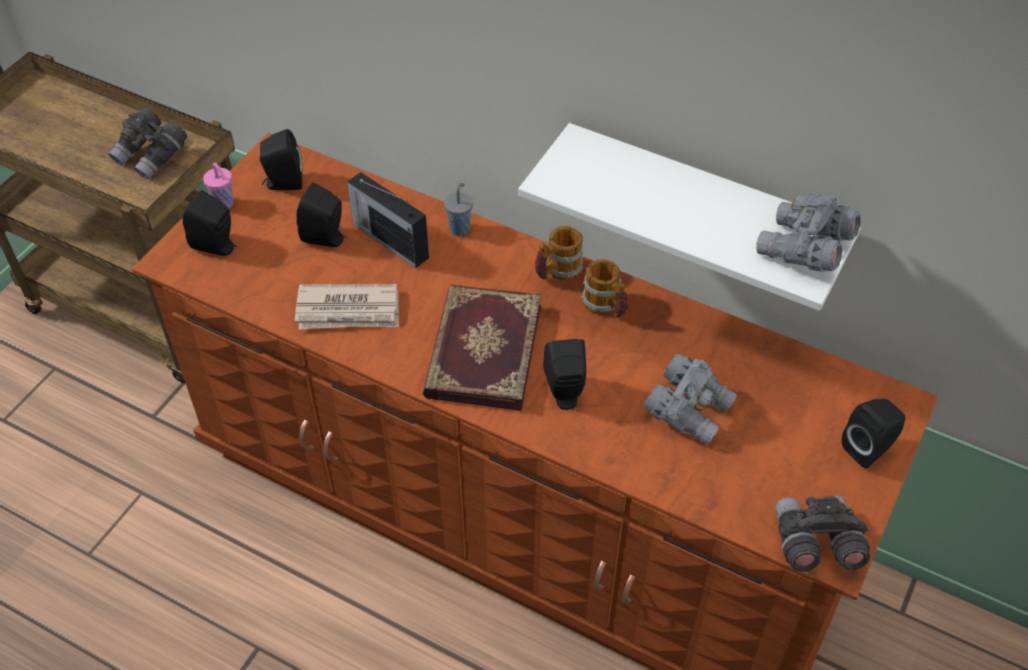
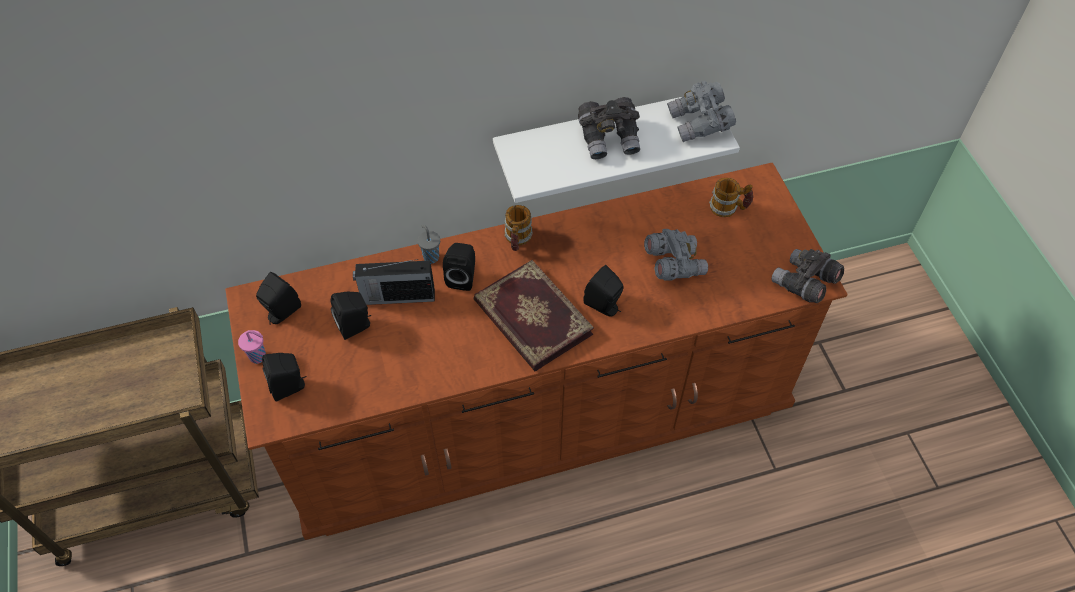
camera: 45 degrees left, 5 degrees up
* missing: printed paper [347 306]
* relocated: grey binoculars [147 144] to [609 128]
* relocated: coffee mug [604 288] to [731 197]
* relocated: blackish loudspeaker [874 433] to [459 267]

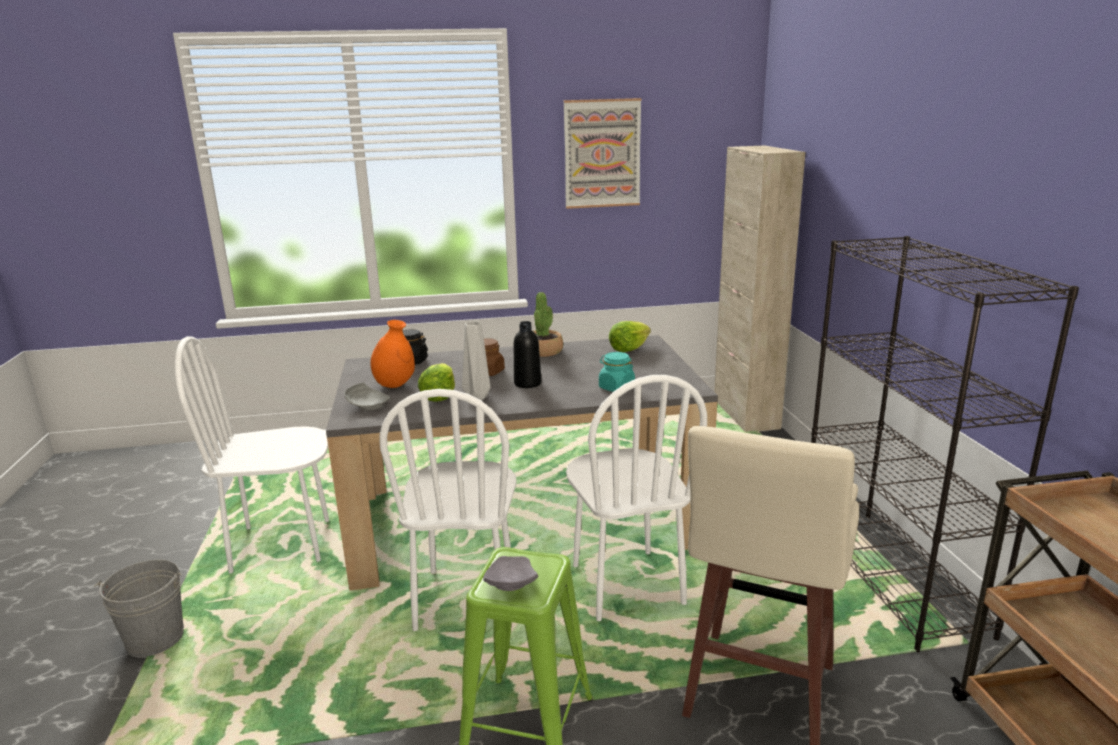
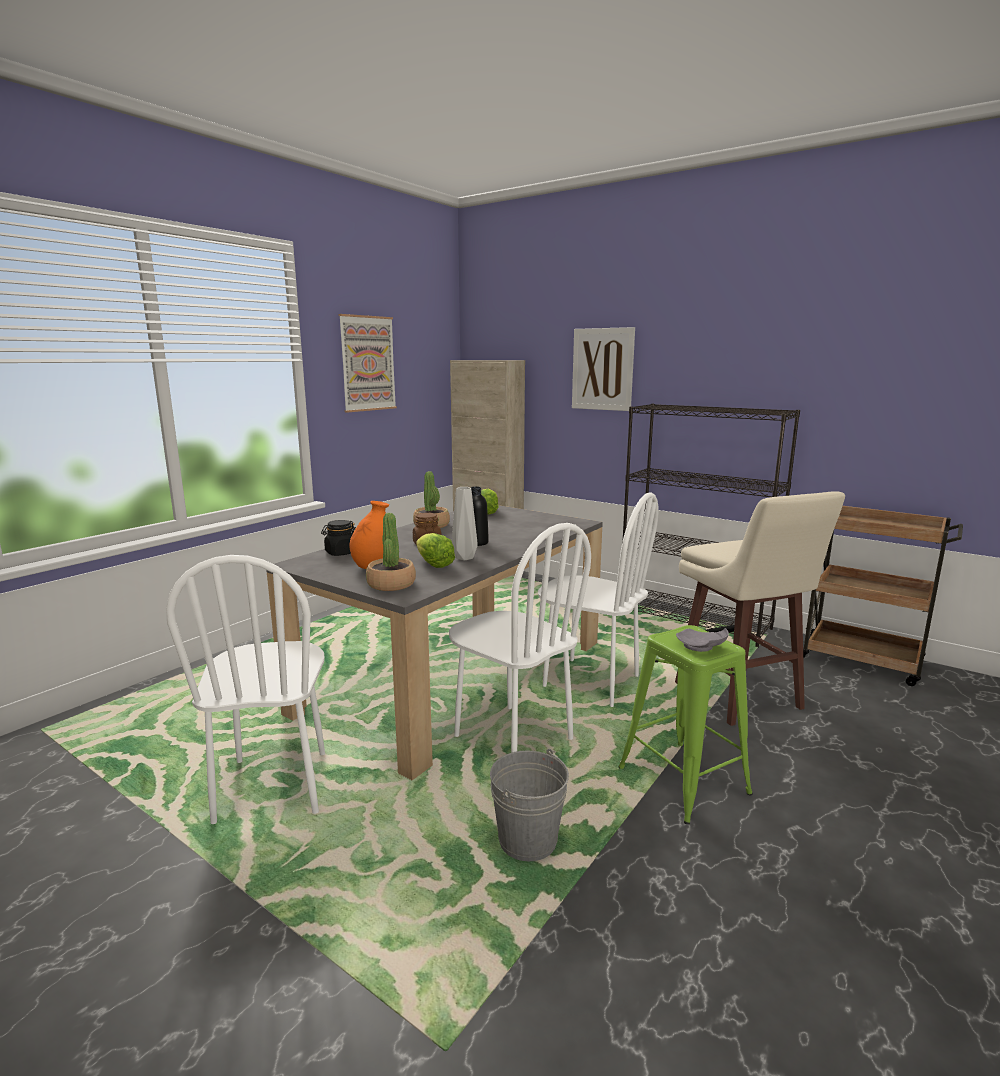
camera: 45 degrees left, 5 degrees down
* missing: turquoise-coloured preserve jar [617 372]
* appeared: wall picture [603 369]
* relocated: grey pail [139 608] to [529 805]
* exchanged: grey flat dish [367 396] to houseplant [391 552]
* spun: white-coloured plain chair [252 455] = [245 689] 45 degrees counterclockwise

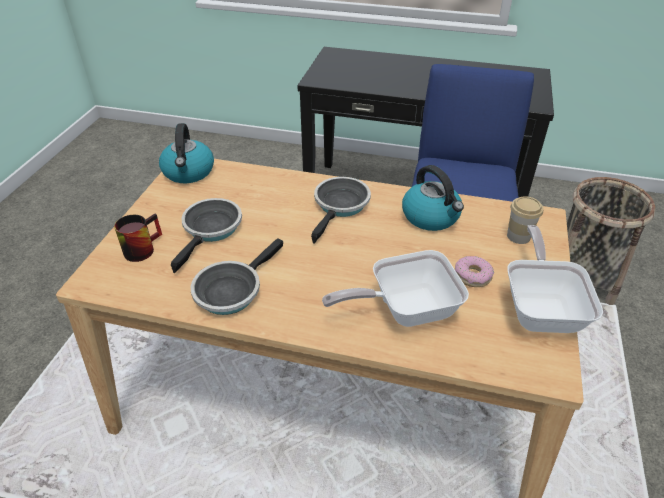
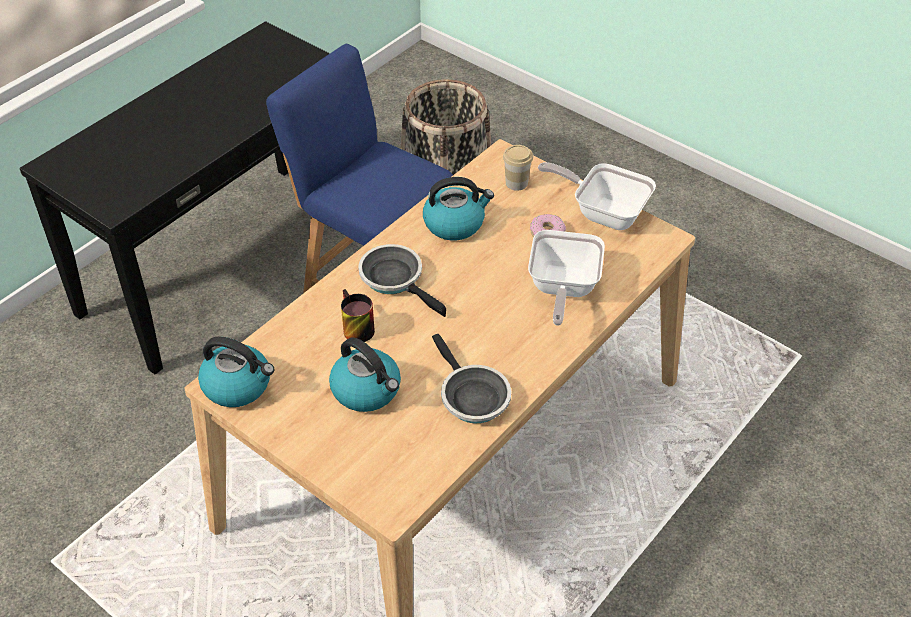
camera: 65 degrees left, 5 degrees up
* relocated: coffee mug [138 238] to [358 315]
* exchanged: pan [206 235] to kettle [365 374]

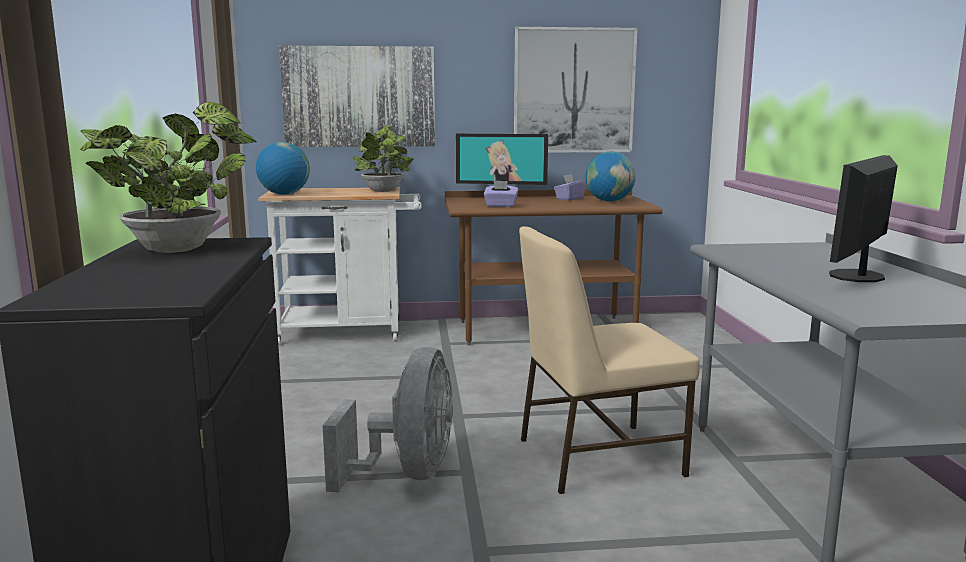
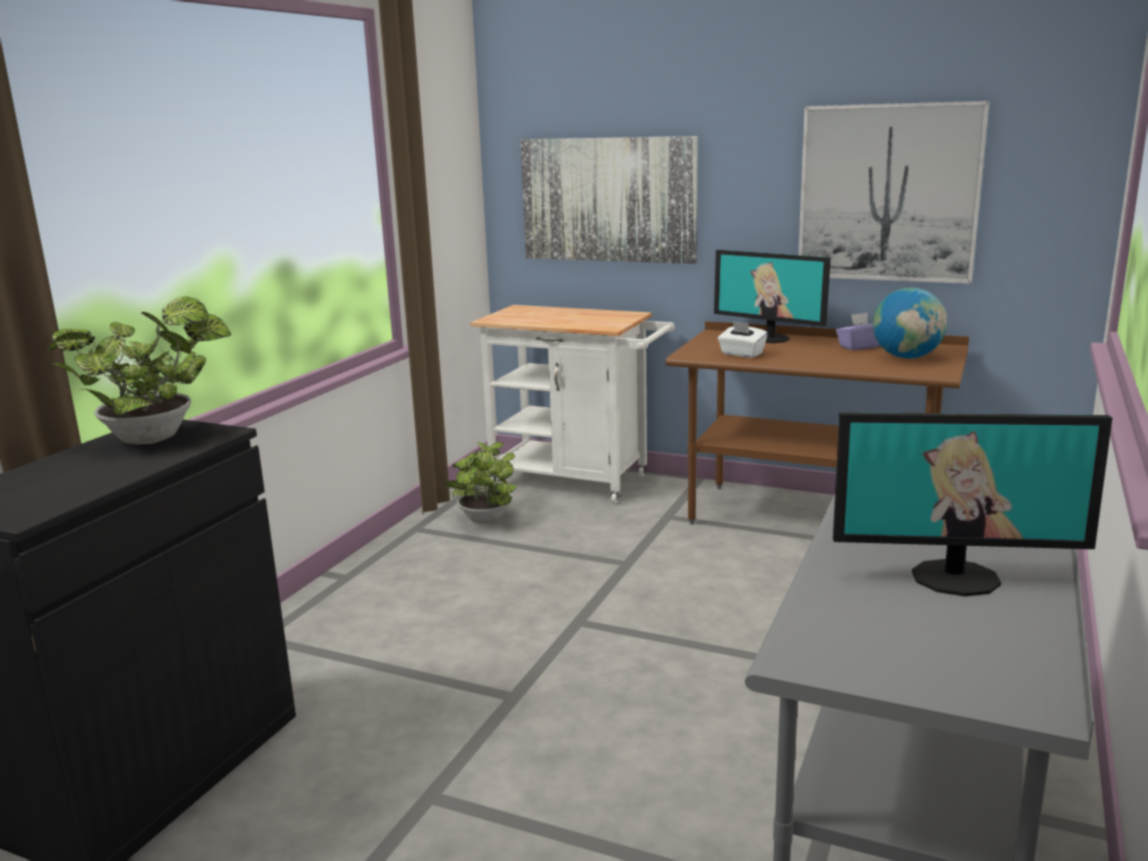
camera: 30 degrees right, 5 degrees up
* missing: world globe [283 168]
* missing: grey cooling fan [388 420]
* missing: sand-coloured plain chair [609 360]
* relocated: houseplant [383 158] to [481 482]
* colour: purple tissue holder [501 193] to white-coloured tissue holder [743 339]
* spun: computer screen [863 218] = [972 504] 150 degrees counterclockwise

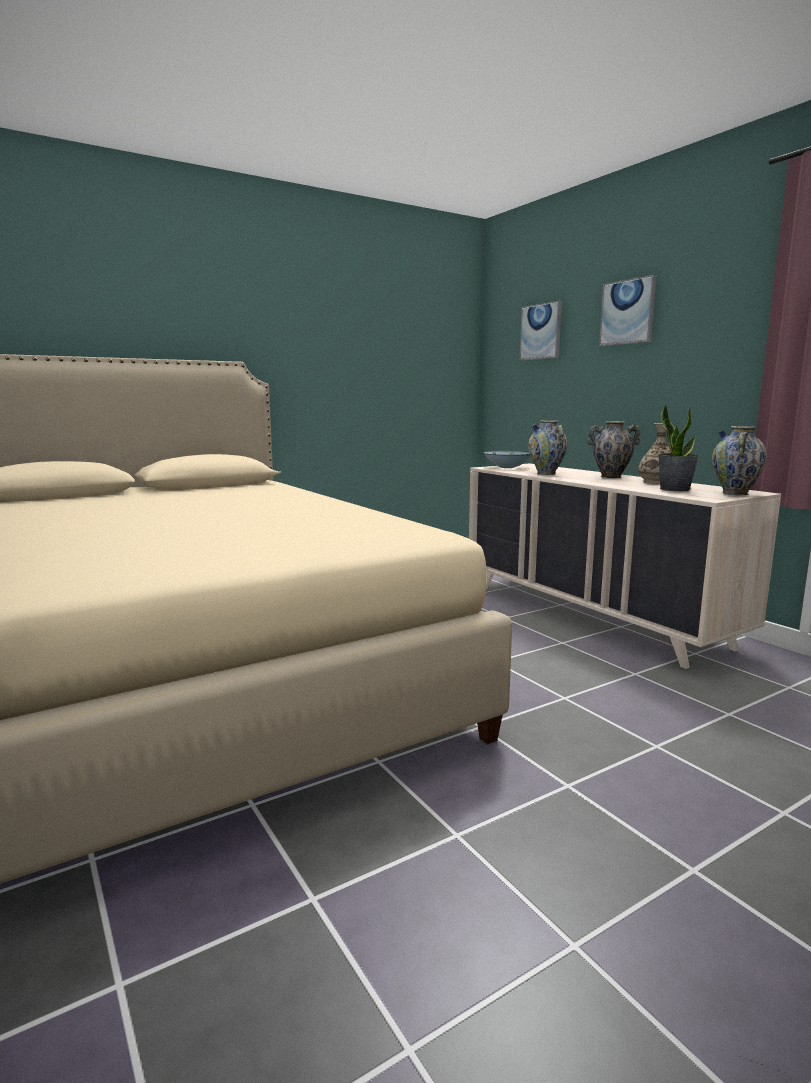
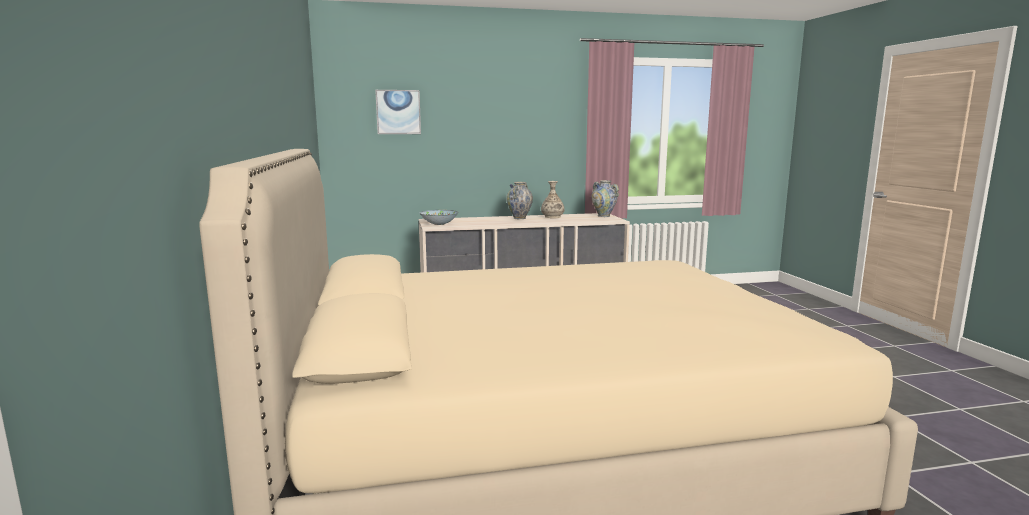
camera: 70 degrees left, 0 degrees up
* missing: vase [548 447]
* missing: wall picture [628 310]
* missing: houseplant [678 447]

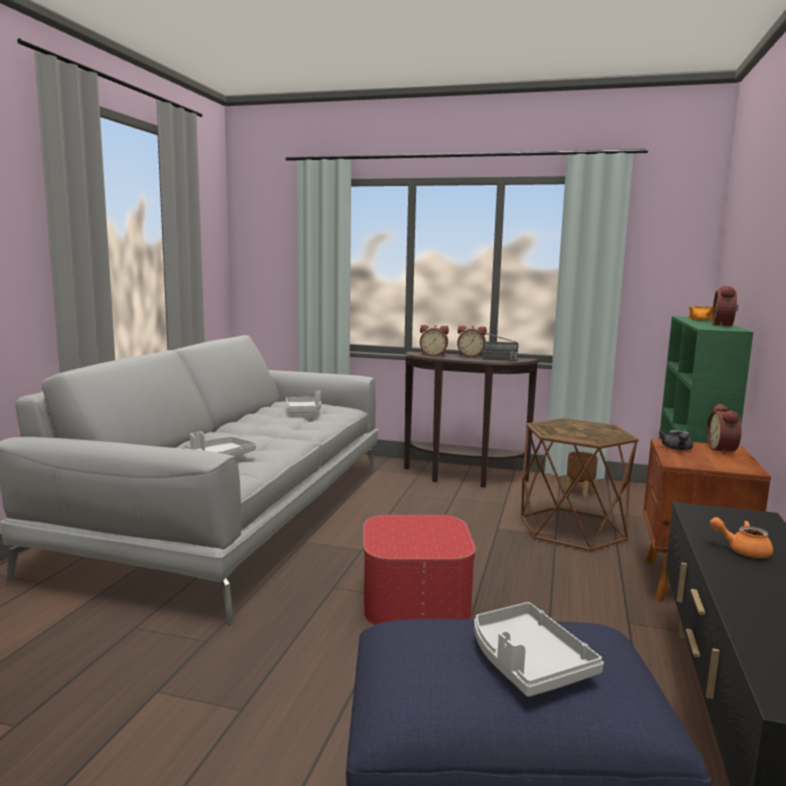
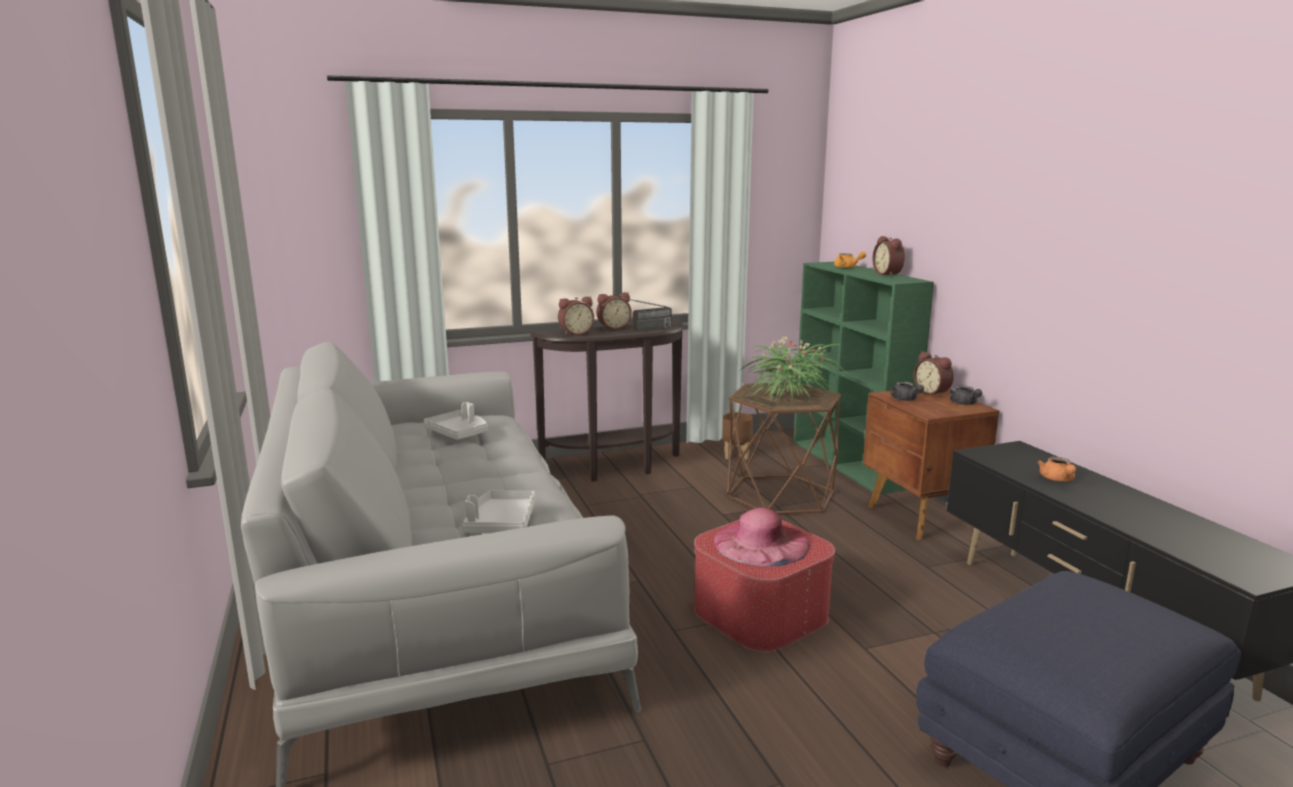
camera: 35 degrees left, 5 degrees up
* missing: grey carrying tray [539 649]
* appeared: pinkish hat [762 537]
* appeared: houseplant [792 368]
* appeared: grey tea pot [965 395]
* spun: orangey tea pot [741 537] = [1056 469] 75 degrees counterclockwise

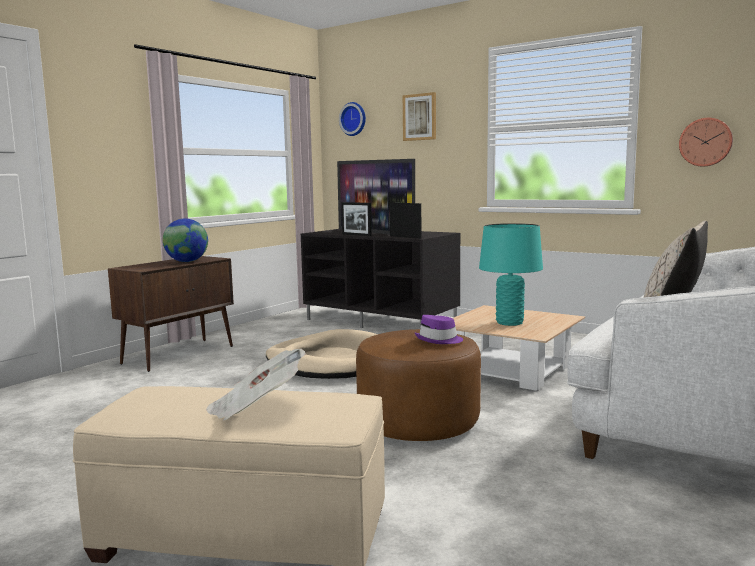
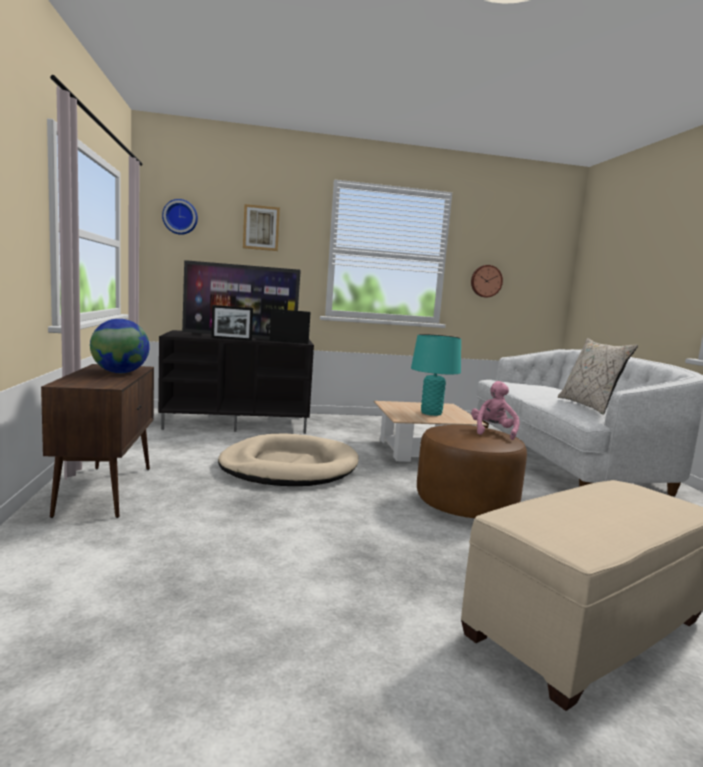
camera: 45 degrees left, 0 degrees up
* missing: printed paper [256 385]
* exchanged: purple hat [438 329] to pinkish plush toy [495 410]

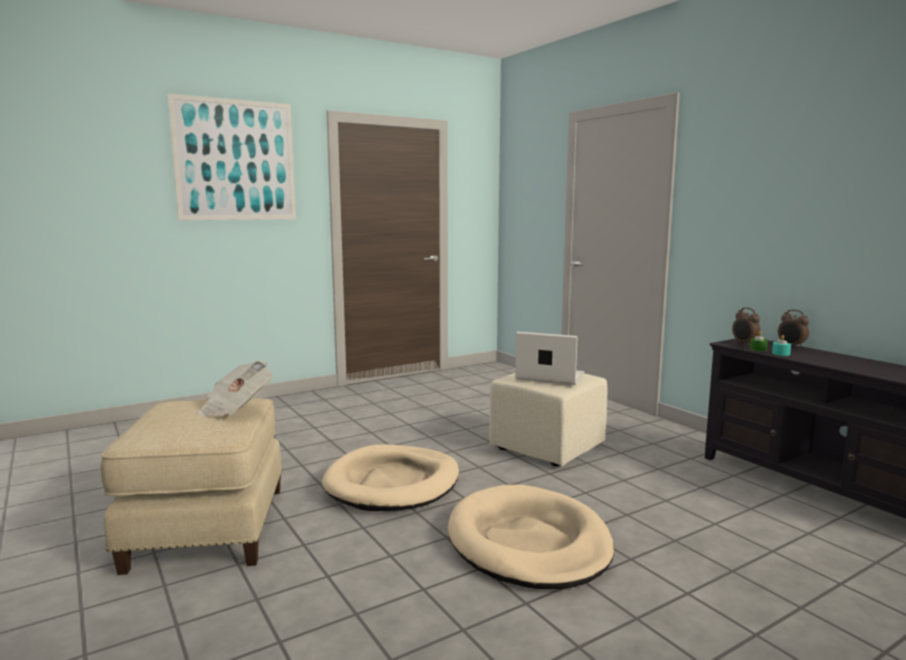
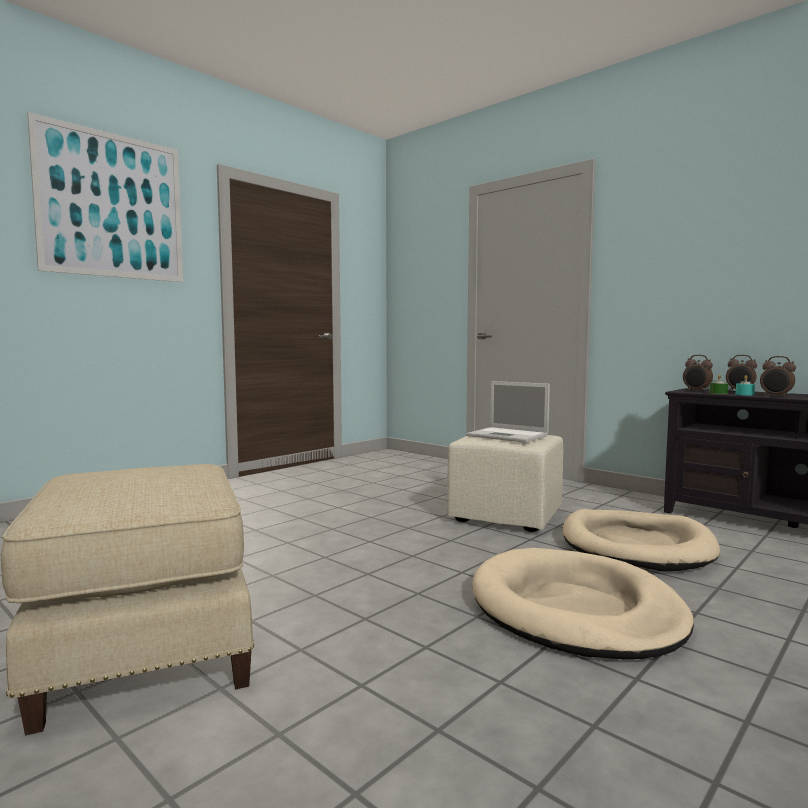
camera: 15 degrees left, 5 degrees down
* missing: printed paper [235 388]
* appeared: bedside clock [778 376]
* relocated: sand-coloured dog bed [390 477] to [641 540]
* spun: portable computer [549 358] = [508 412] 150 degrees counterclockwise

